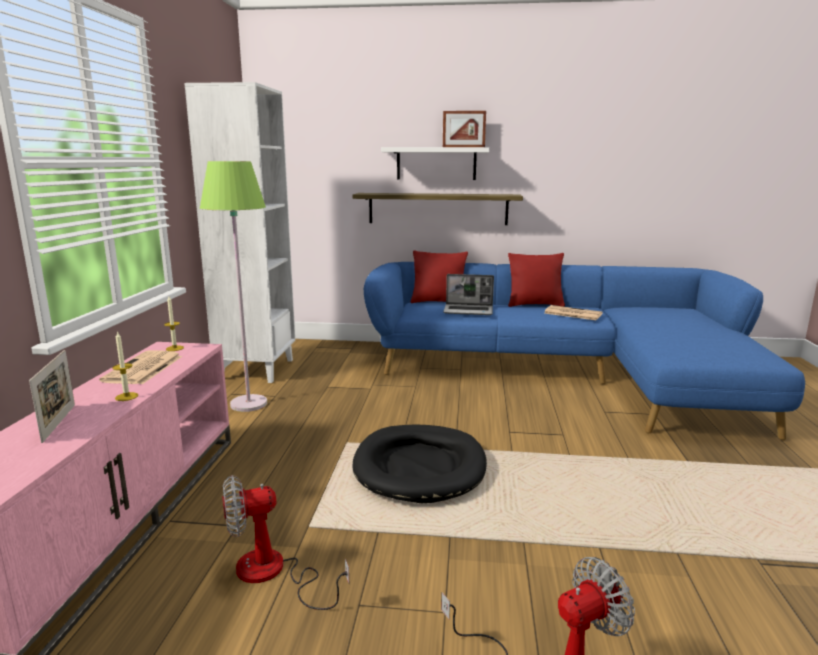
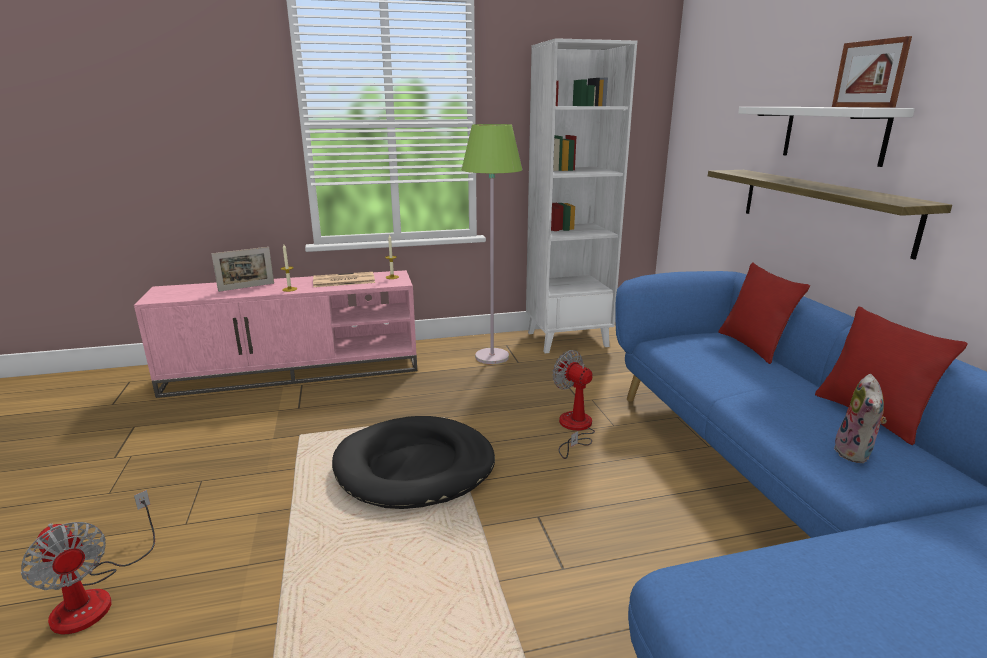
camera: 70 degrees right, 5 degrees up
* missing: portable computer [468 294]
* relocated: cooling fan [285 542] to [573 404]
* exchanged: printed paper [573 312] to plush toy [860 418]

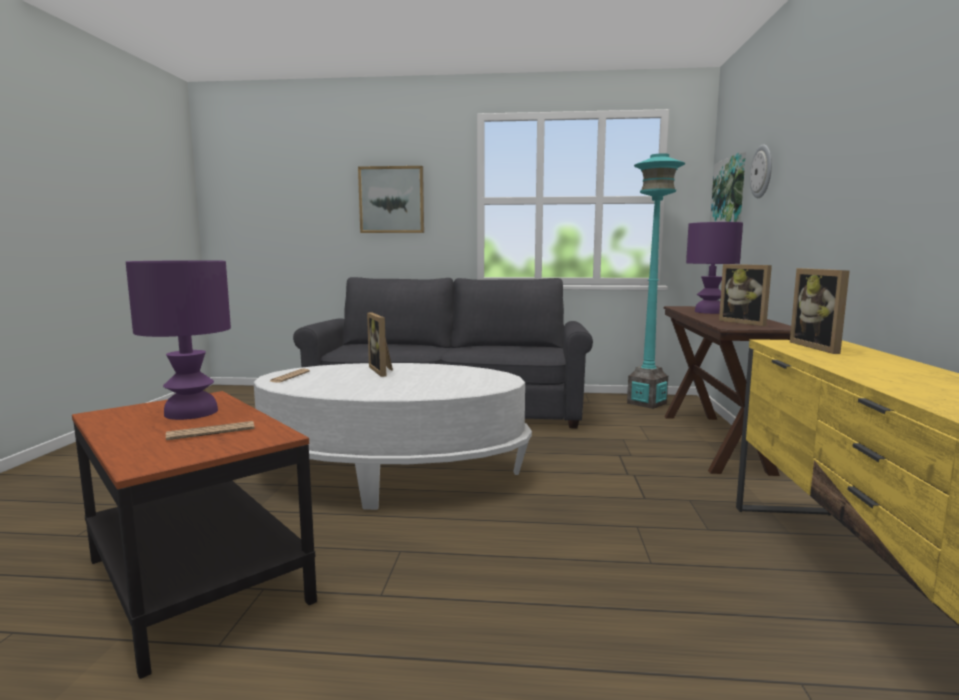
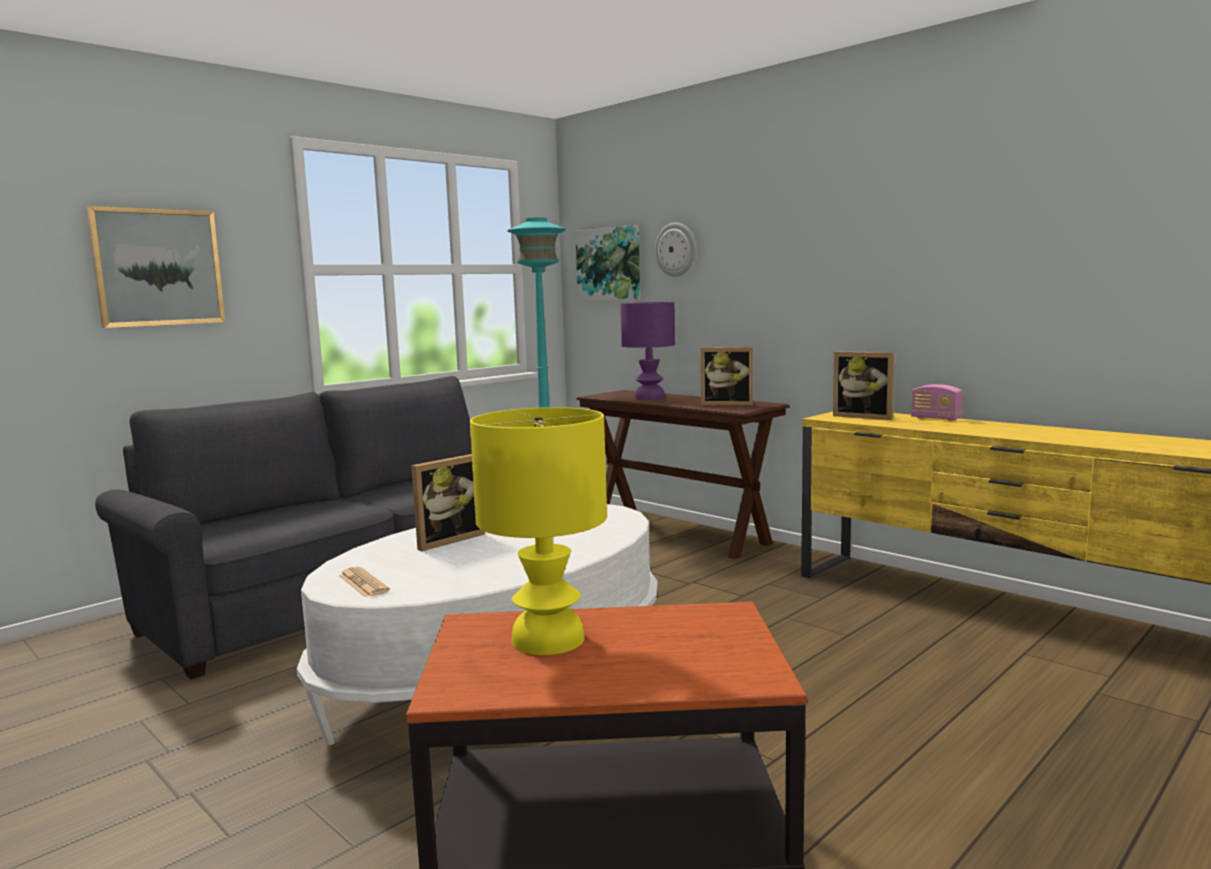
camera: 50 degrees left, 0 degrees up
* missing: printed paper [210 430]
* appeared: radio set [936 402]
* colour: purple lamp for a table [178 340] to yellow-coloured lamp for a table [538 531]
* spun: photo frame [380 344] = [448 502] 60 degrees counterclockwise

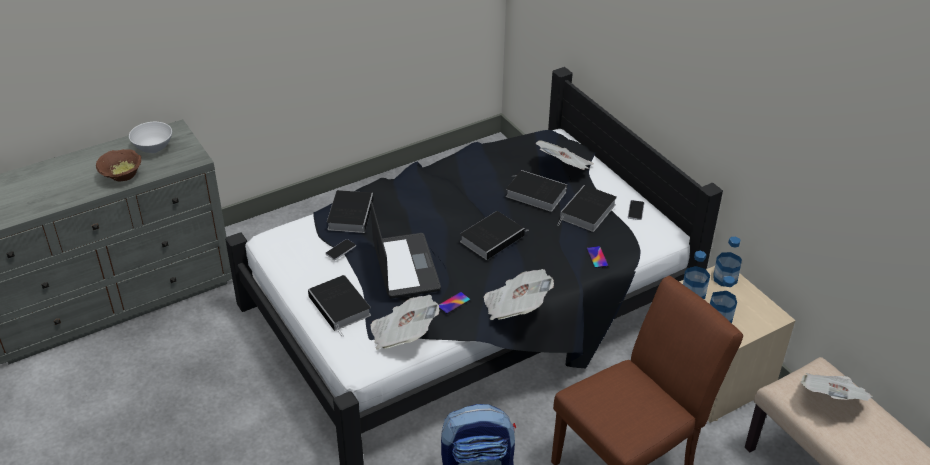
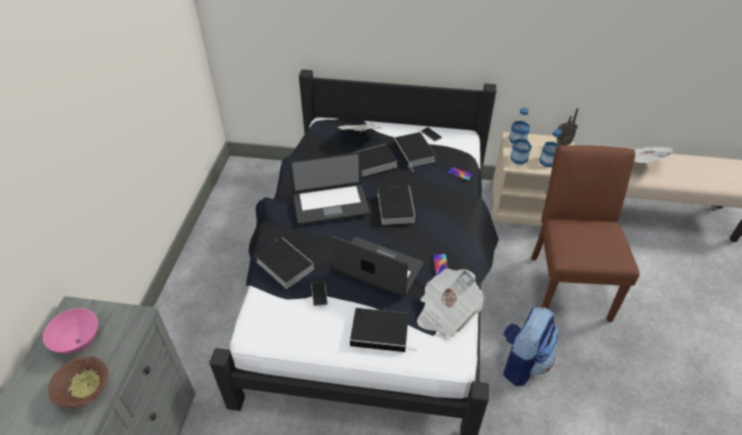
camera: 50 degrees left, 5 degrees up
* missing: printed paper [519 294]
* appeared: portable computer [329 188]
* appeared: radio set [568 126]
* colour: white-coloured serving bowl [150 137] to pinkish serving bowl [70 331]

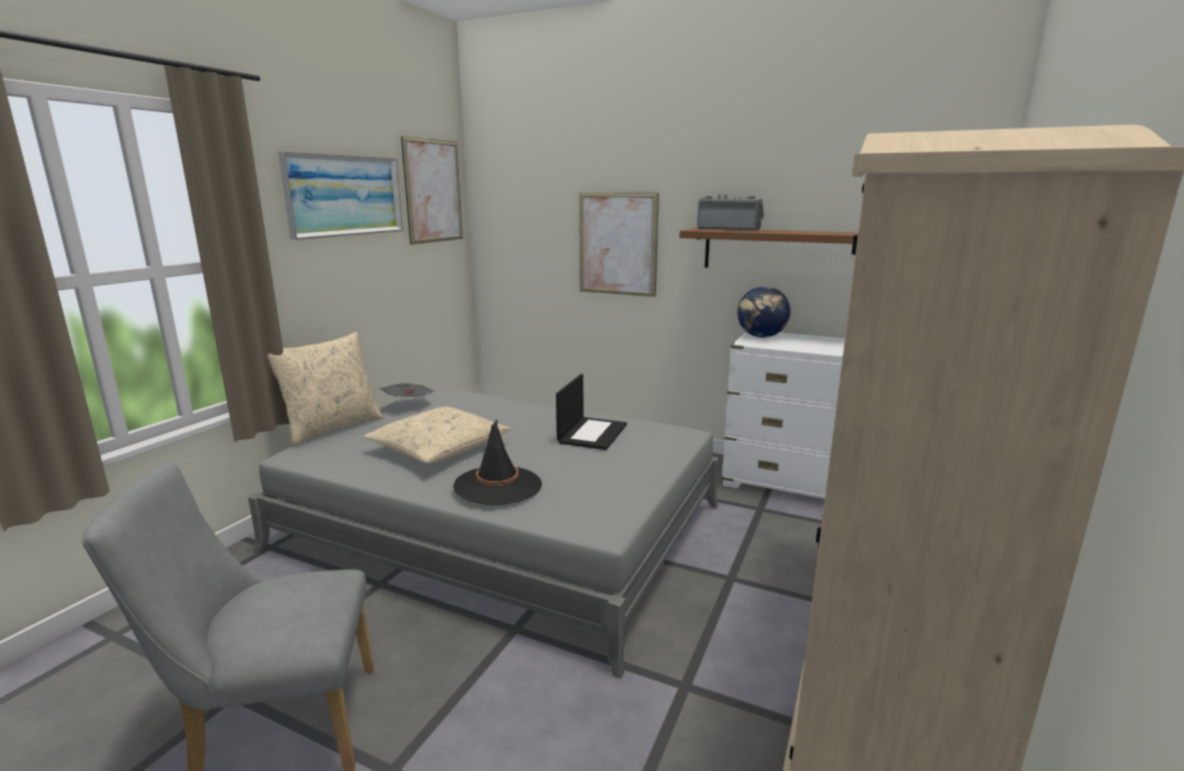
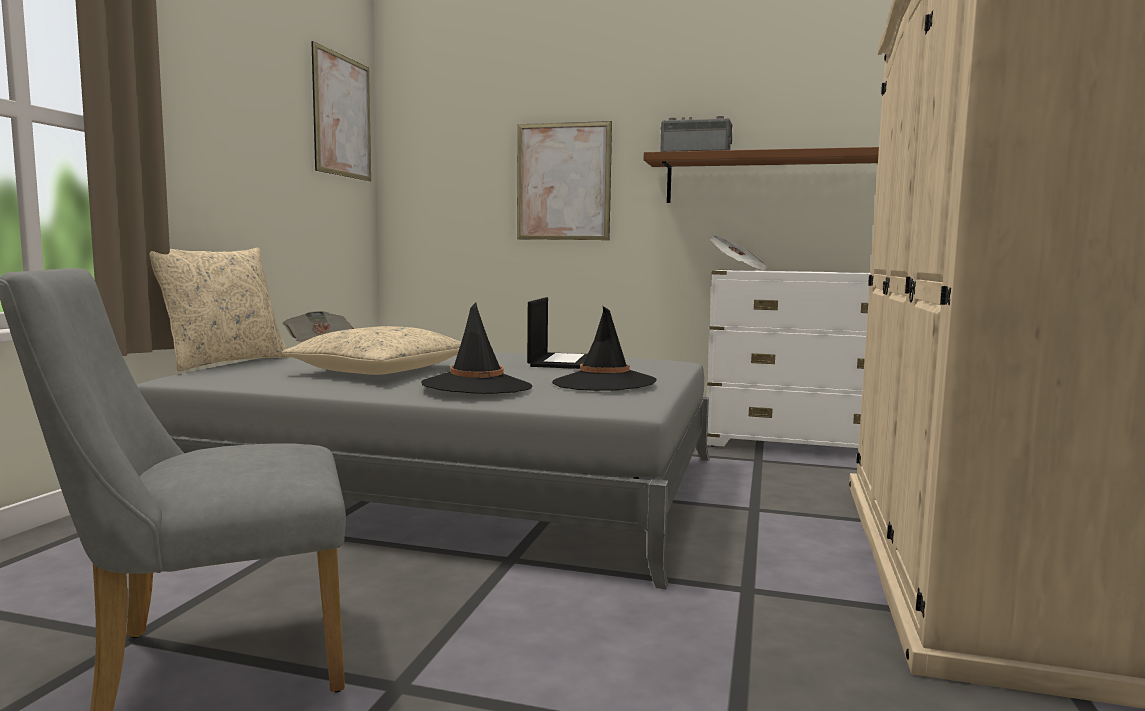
camera: 10 degrees left, 10 degrees down
* missing: wall picture [340 195]
* appeared: blackish hat [604 348]
* exchanged: world globe [763 312] to printed paper [740 253]

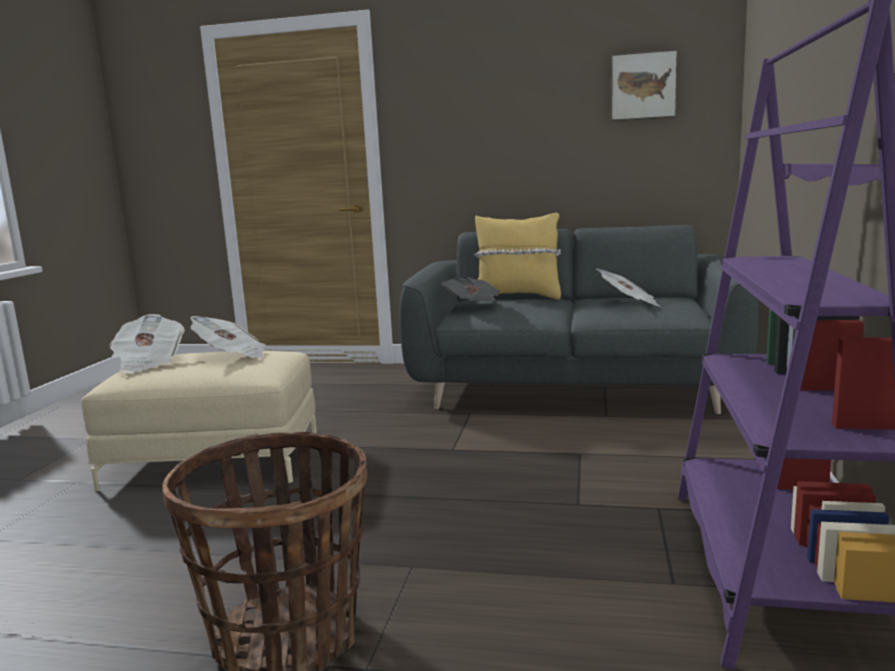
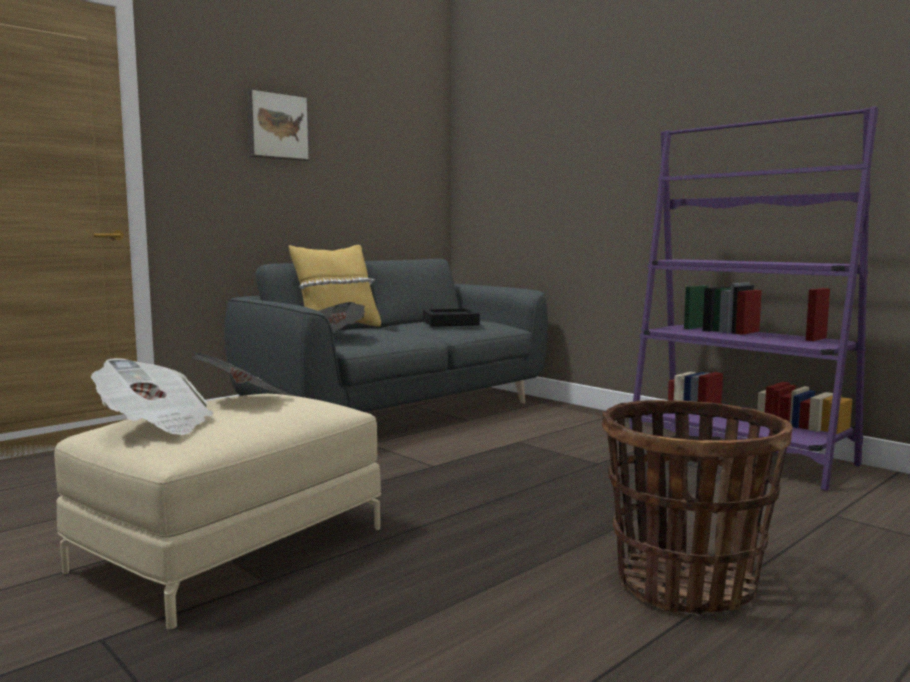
camera: 55 degrees left, 5 degrees down
* relocated: wall picture [644 85] to [278 124]
* exchanged: printed paper [628 287] to blackish carrying tray [451 317]

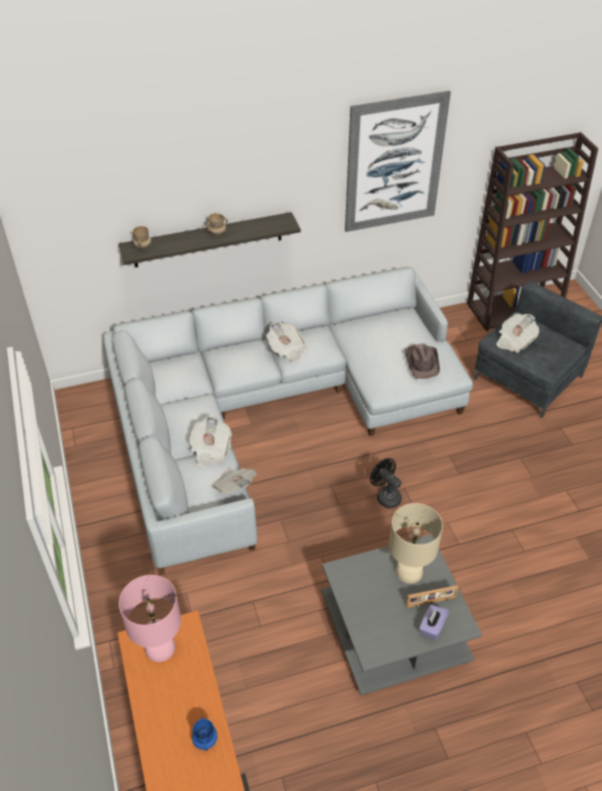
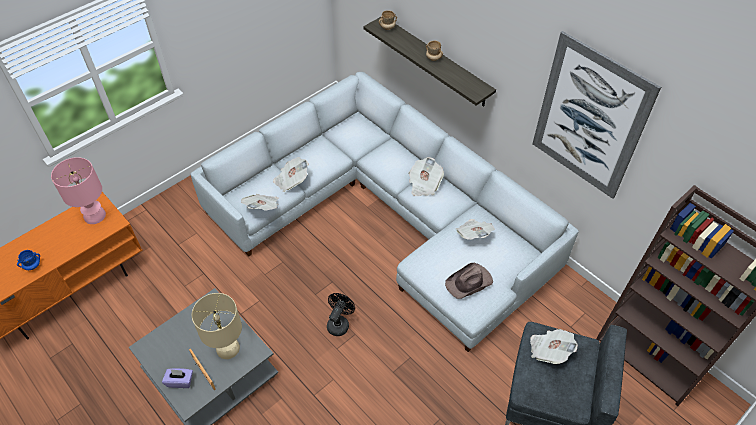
camera: 65 degrees right, 5 degrees up
* appeared: printed paper [475 229]

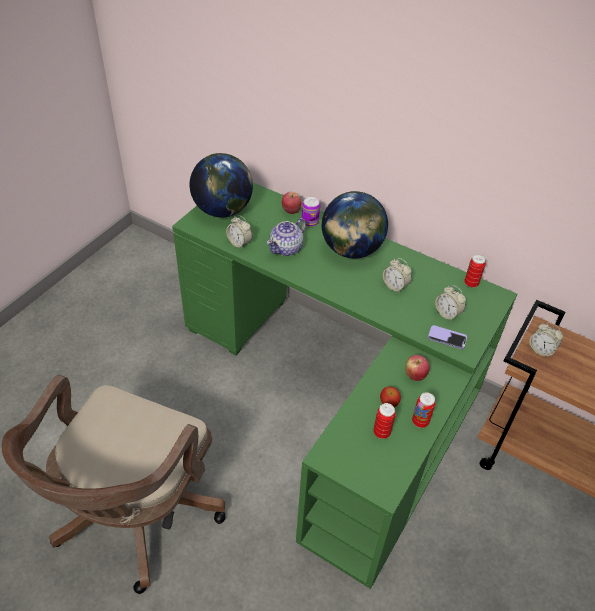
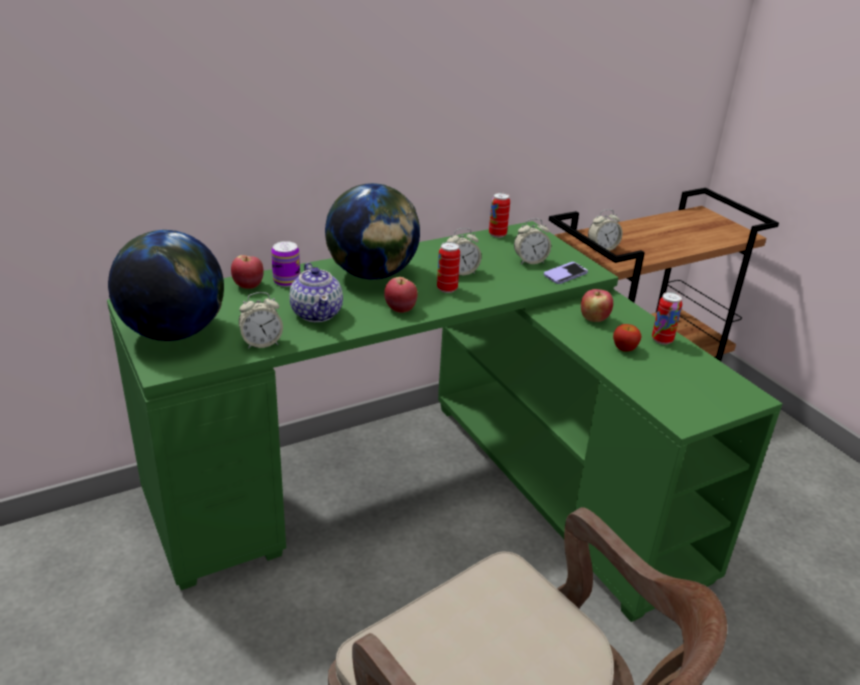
camera: 60 degrees left, 15 degrees down
* appeared: apple [401 295]
* relocated: sealed can [384 421] to [448 267]

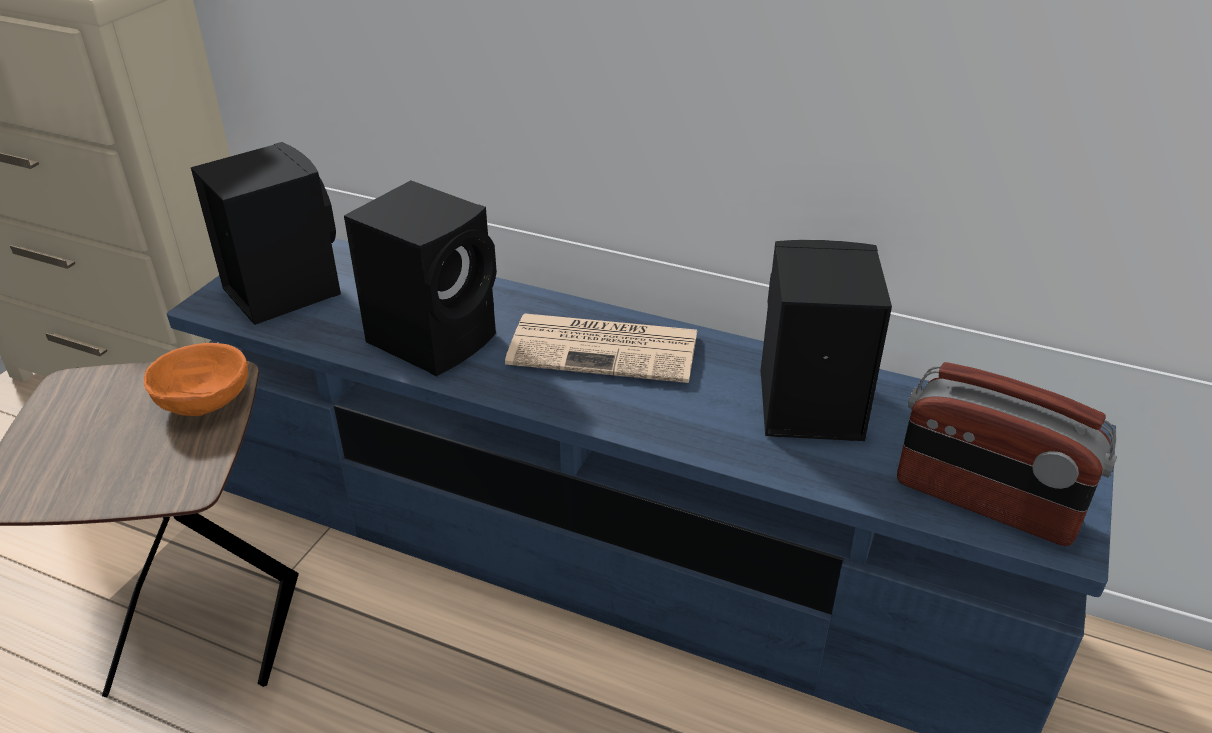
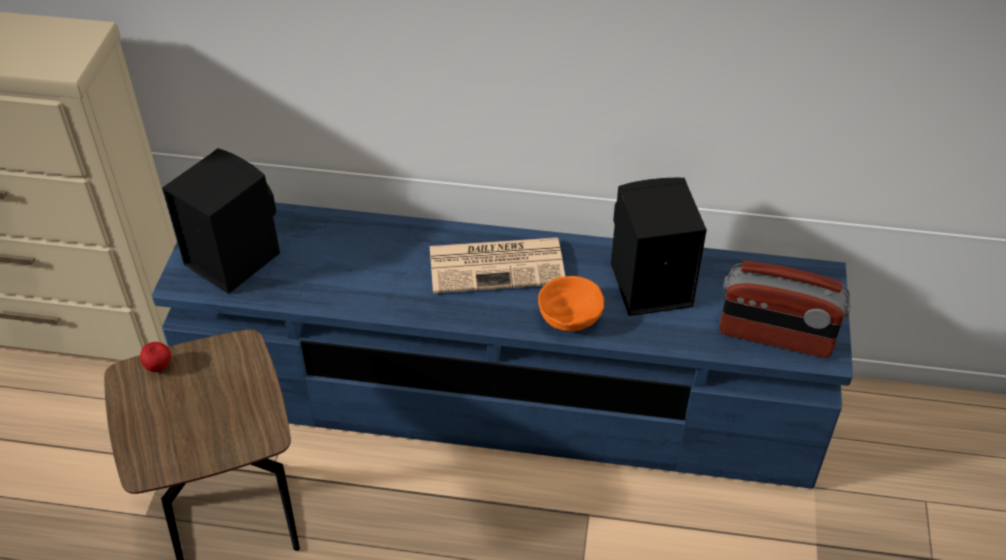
camera: 15 degrees left, 10 degrees up
* missing: blackish loudspeaker [420 278]
* appeared: apple [155 357]
* relocated: orangey serving bowl [196 379] to [571 304]

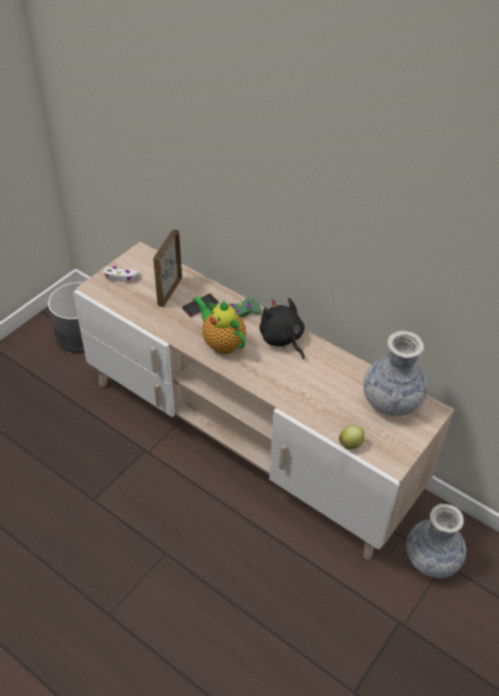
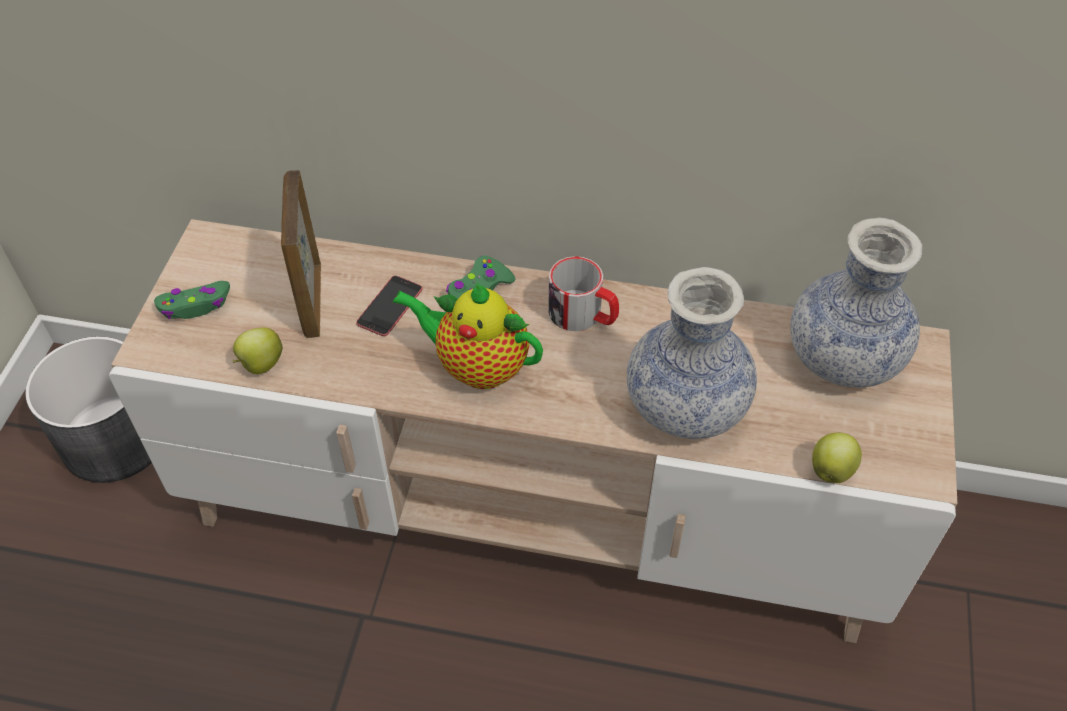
camera: 25 degrees left, 5 degrees up
* appeared: apple [258 351]
* relocated: vase [436 540] to [692 353]
* exchanged: blackish plush toy [282 328] to coffee mug [583 293]
* colour: white-coloured game controller [121 274] to green-coloured game controller [192 300]

